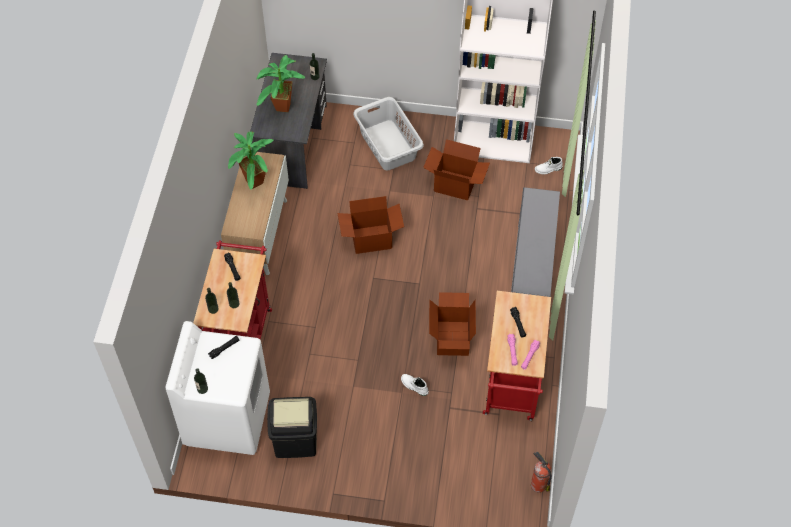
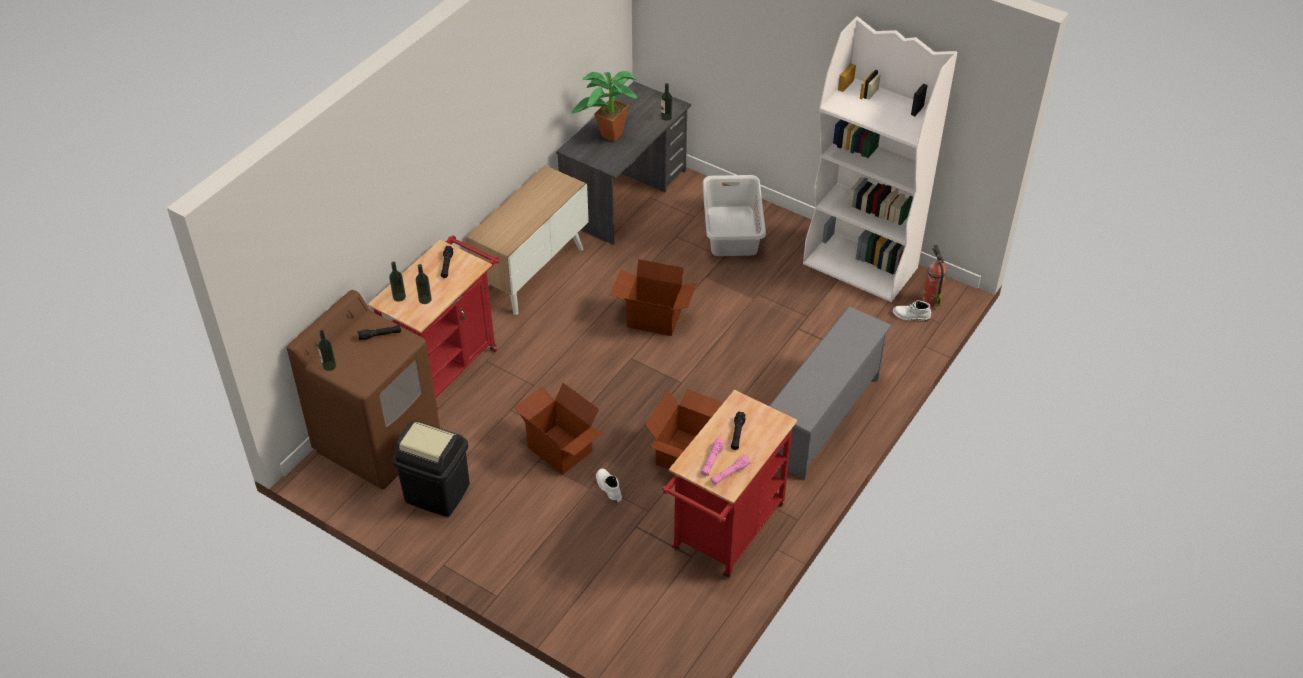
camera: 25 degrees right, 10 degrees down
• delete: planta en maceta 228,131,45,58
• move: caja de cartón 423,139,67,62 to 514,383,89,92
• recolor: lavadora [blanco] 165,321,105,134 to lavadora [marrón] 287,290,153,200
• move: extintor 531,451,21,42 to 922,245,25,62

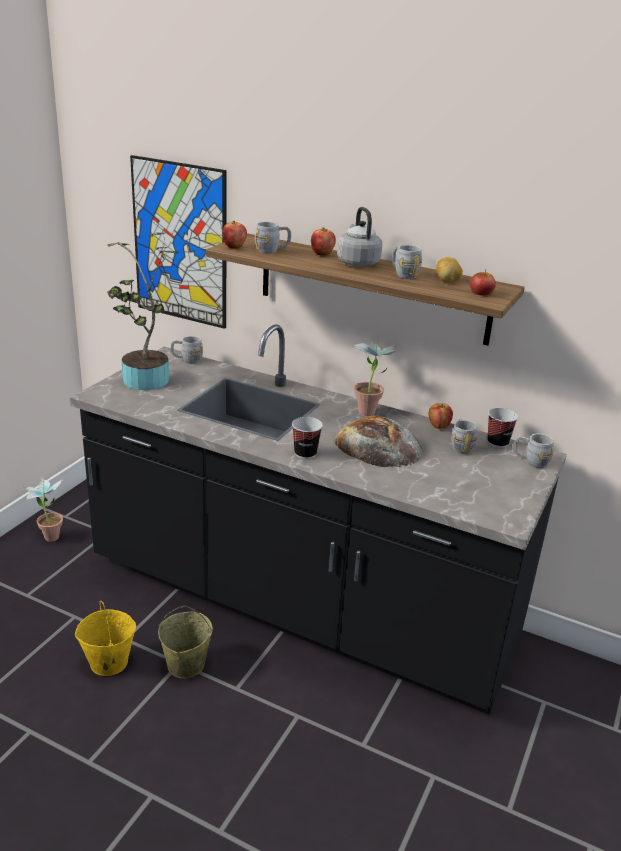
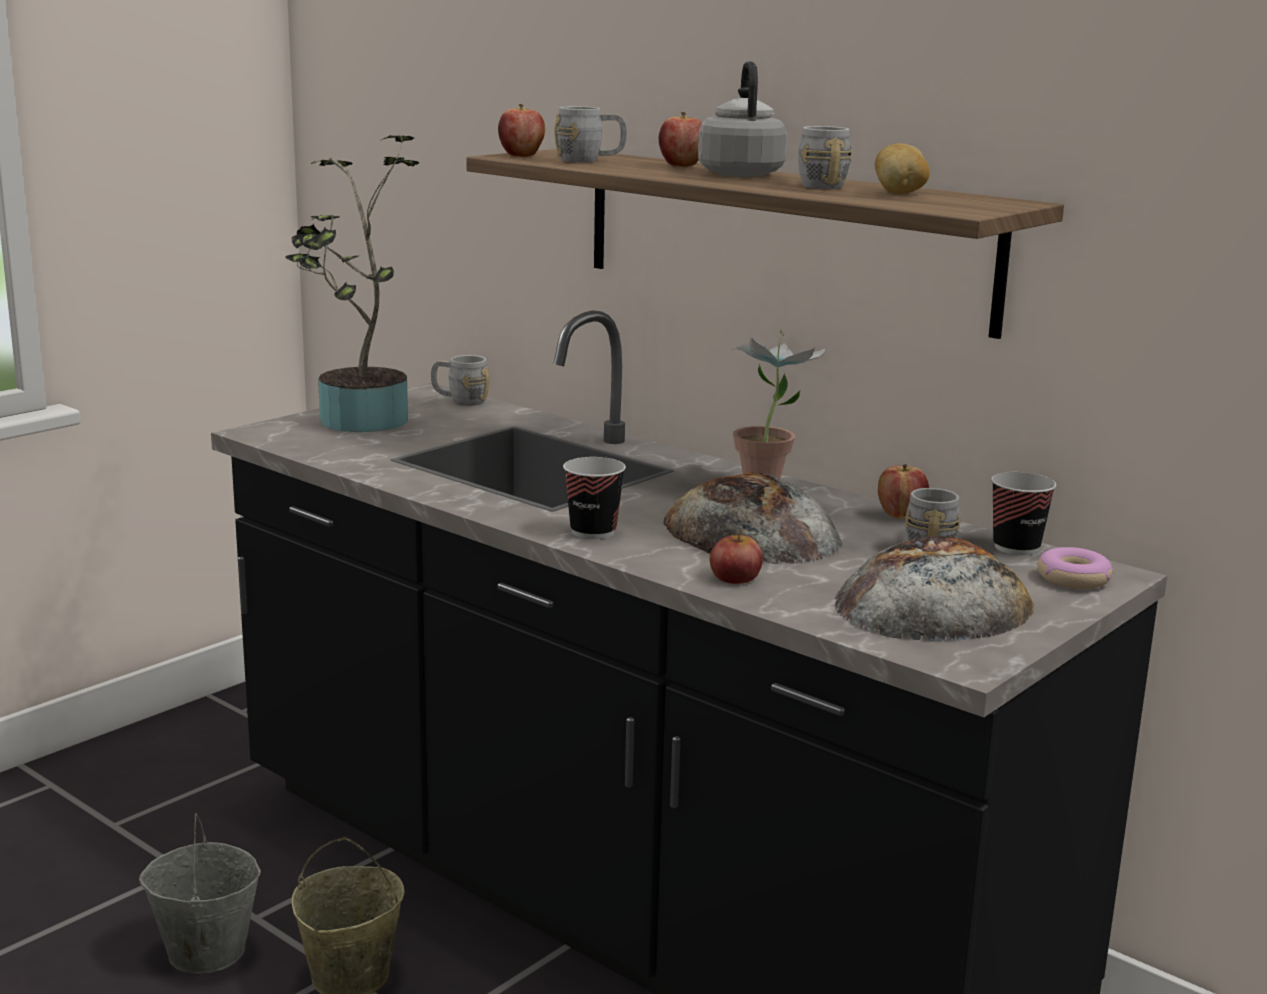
camera: 15 degrees right, 10 degrees down
• delete: cuadro 130,155,97,174
• move: manzana 470,269,26,27 to 710,530,53,54
• replace: taza grande [gris] 513,434,41,34 to rosquilla 1037,547,76,42
• delete: planta en maceta 24,478,39,64
• recolor: cubo [amarillo] 75,601,61,75 to cubo [gris] 139,813,122,161
• insert: pan 834,536,200,105

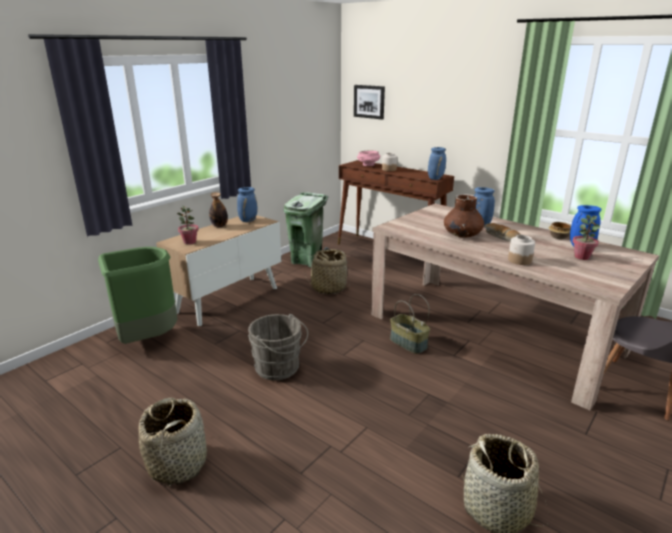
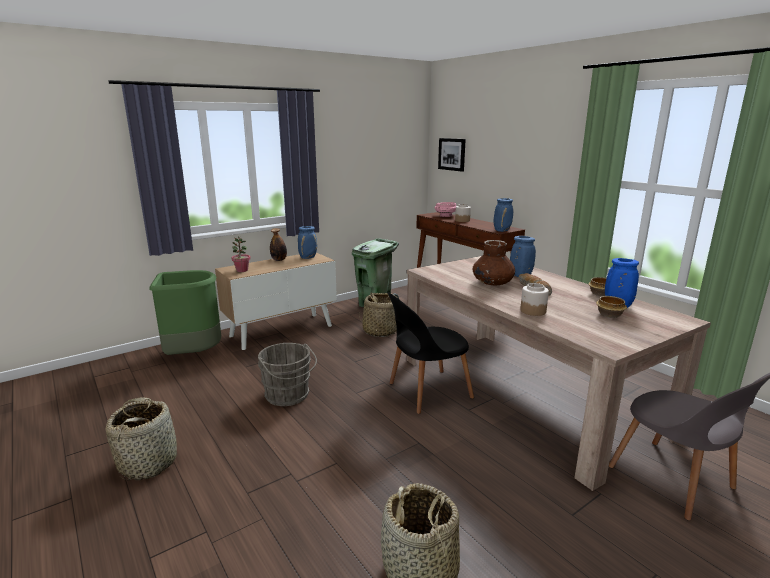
camera: 15 degrees right, 5 degrees down
• replace: planta en maceta 572,215,28,45 to cuenco 596,296,31,22
• replace: cesta 390,294,40,60 to silla [negro] 387,292,87,122

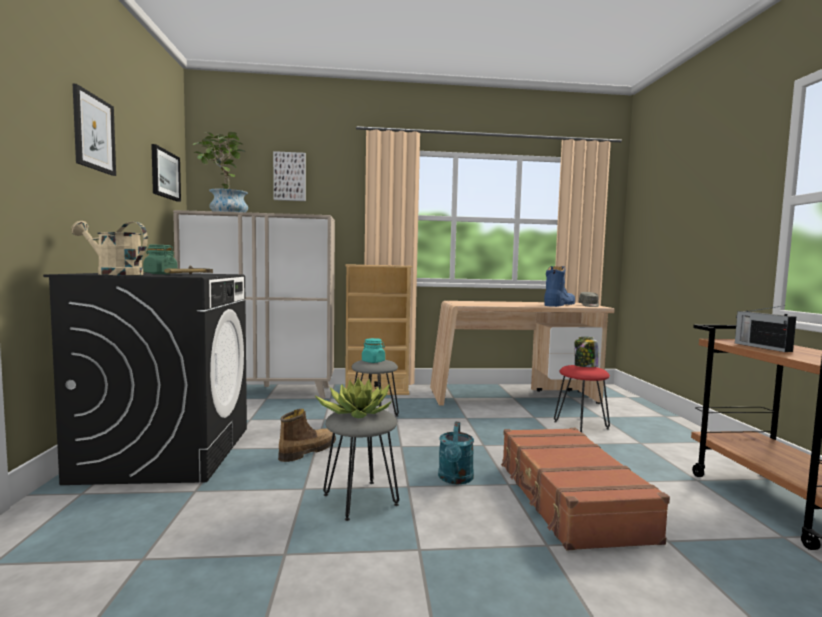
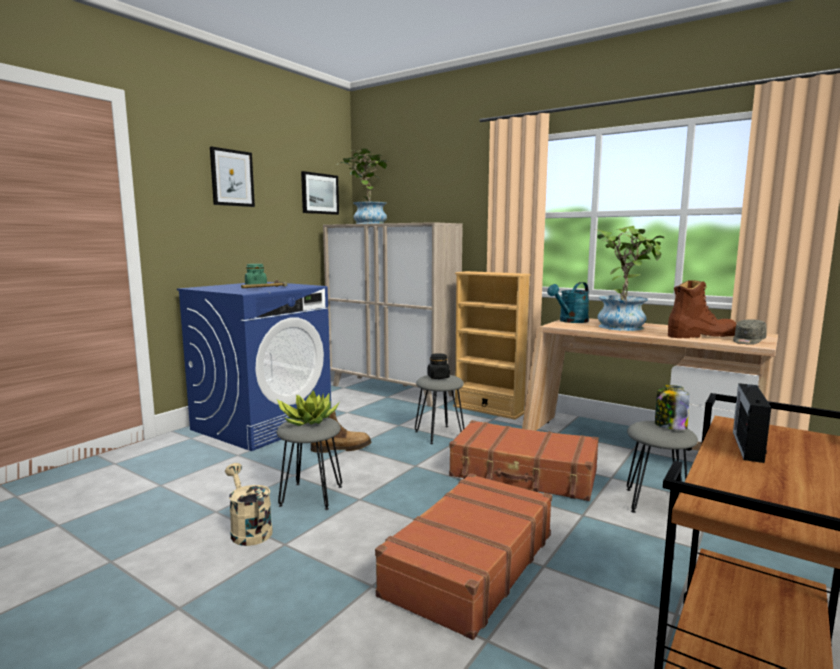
camera: 40 degrees right, 5 degrees up
• delete: cuadro 273,151,33,50
• move: regadera [beis] 71,221,77,54 to 225,463,48,83
• recolor: bota [azul] 544,266,31,41 to bota [marrón] 668,280,68,58
• recolor: lavadora [negro] 43,272,204,213 to lavadora [azul] 177,282,154,169
• recolor: tarro [turquesa] 362,338,23,25 to tarro [negro] 427,353,23,26
• recolor: taburete [rojo] 554,365,56,68 to taburete [gris] 626,421,72,92
• move: regadera [turquesa] 438,422,36,62 to 547,282,42,41
• insert: planta en maceta 597,226,68,105
• insert: maleta [marrón] 449,420,150,81

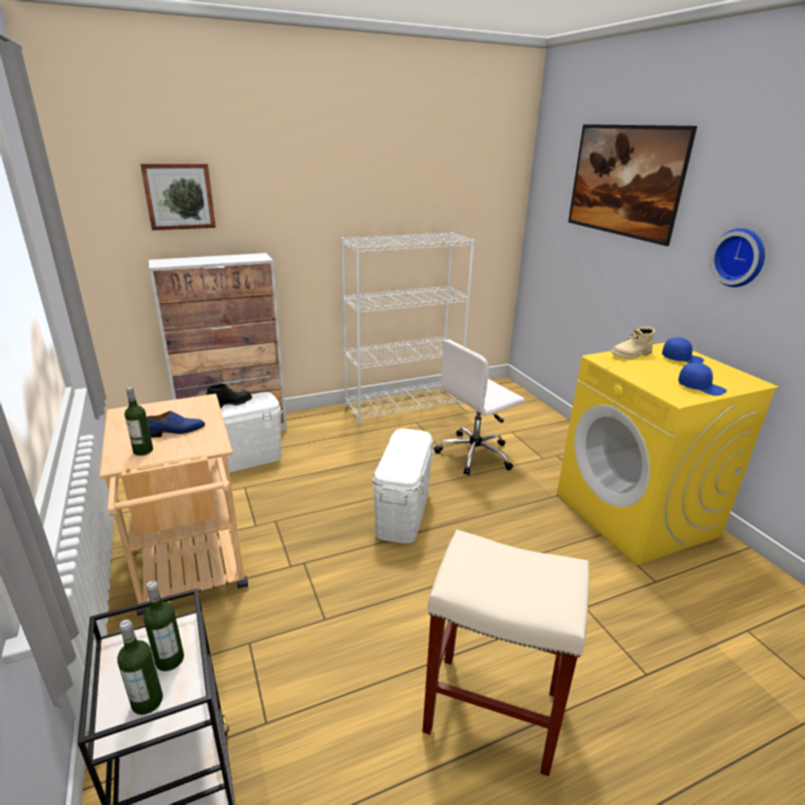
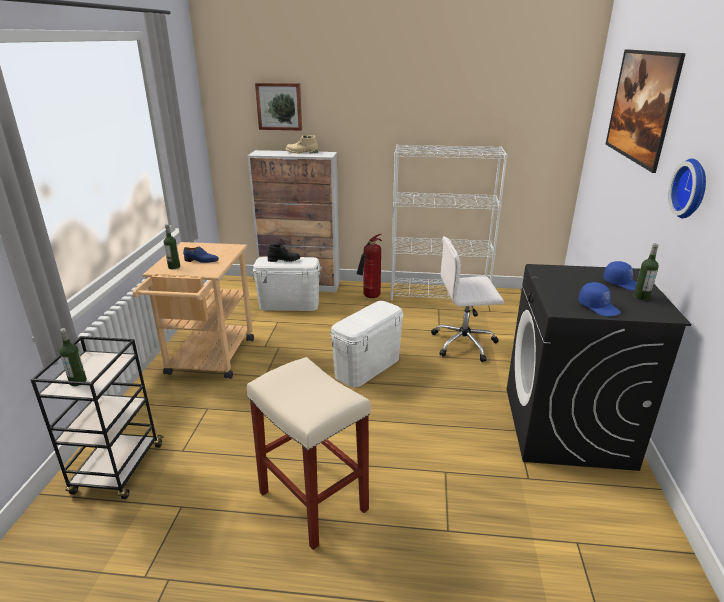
camera: 30 degrees right, 0 degrees up
• move: bota [beis] 611,327,44,32 to 286,135,32,19
• recolor: lavadora [amarillo] 557,342,222,223 to lavadora [negro] 507,264,184,207
• move: botella 144,581,40,90 to 634,244,25,56
• insert: extintor 356,234,26,64

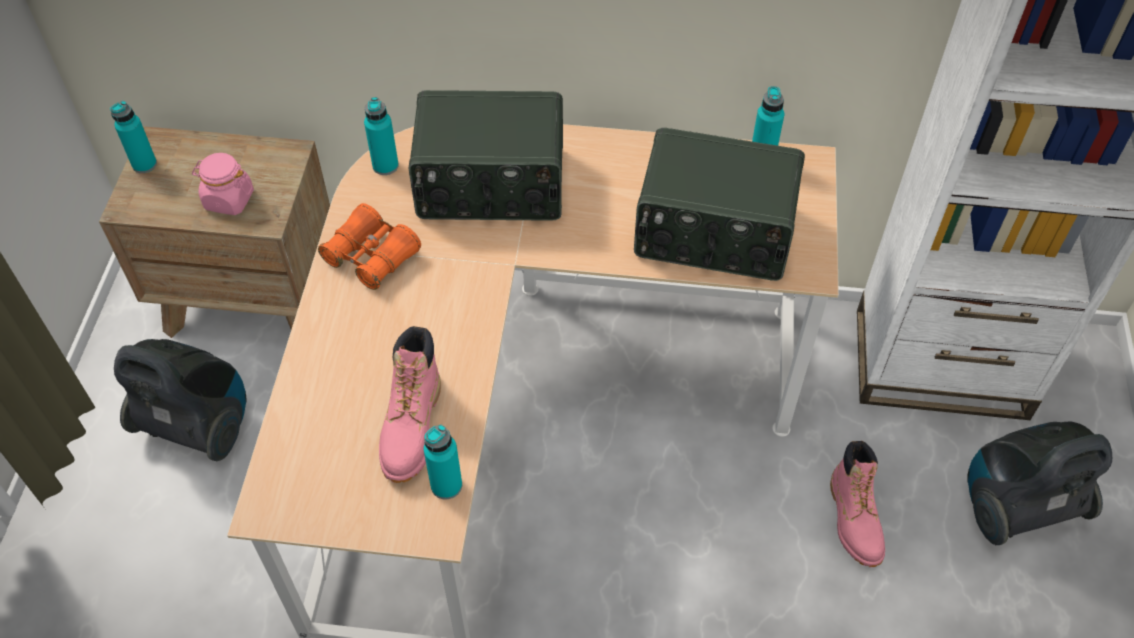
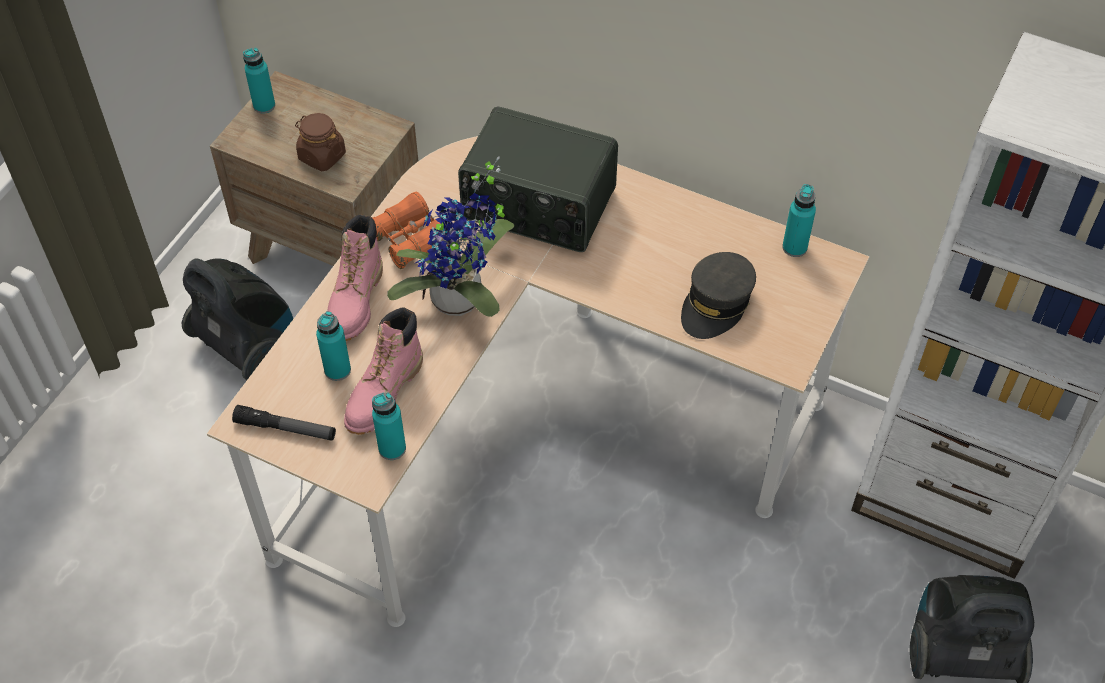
camera: 20 degrees right, 0 degrees up
• move: botella [turquesa] 364,97,35,78 to 316,311,35,70
• replace: radio 634,128,171,153 to gorra [gris] 681,252,75,87
• recolor: tarro [rosa] 192,153,62,62 to tarro [marrón] 295,113,51,58
• move: bota [rosa] 830,441,55,126 to 328,214,55,127
• insert: planta en maceta 387,156,128,161
• insert: linterna 232,405,104,36

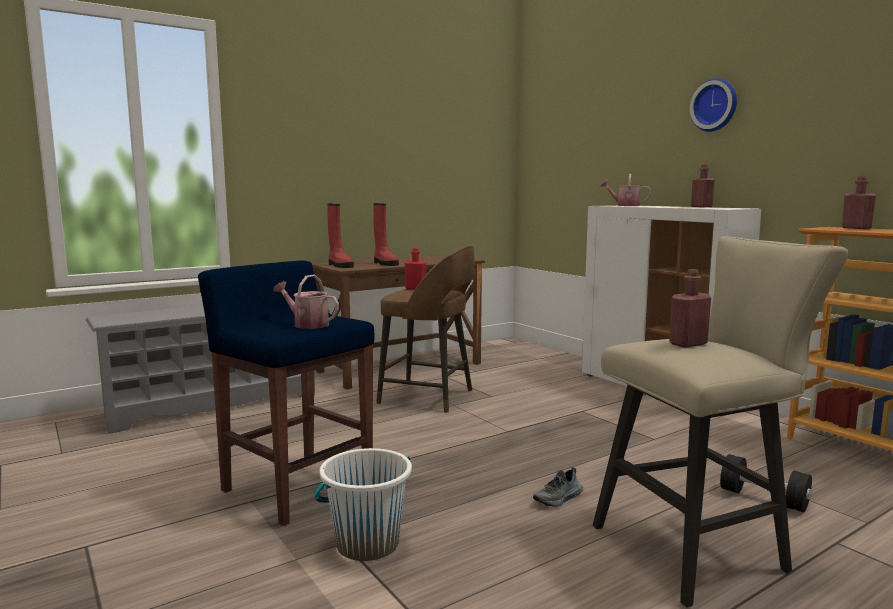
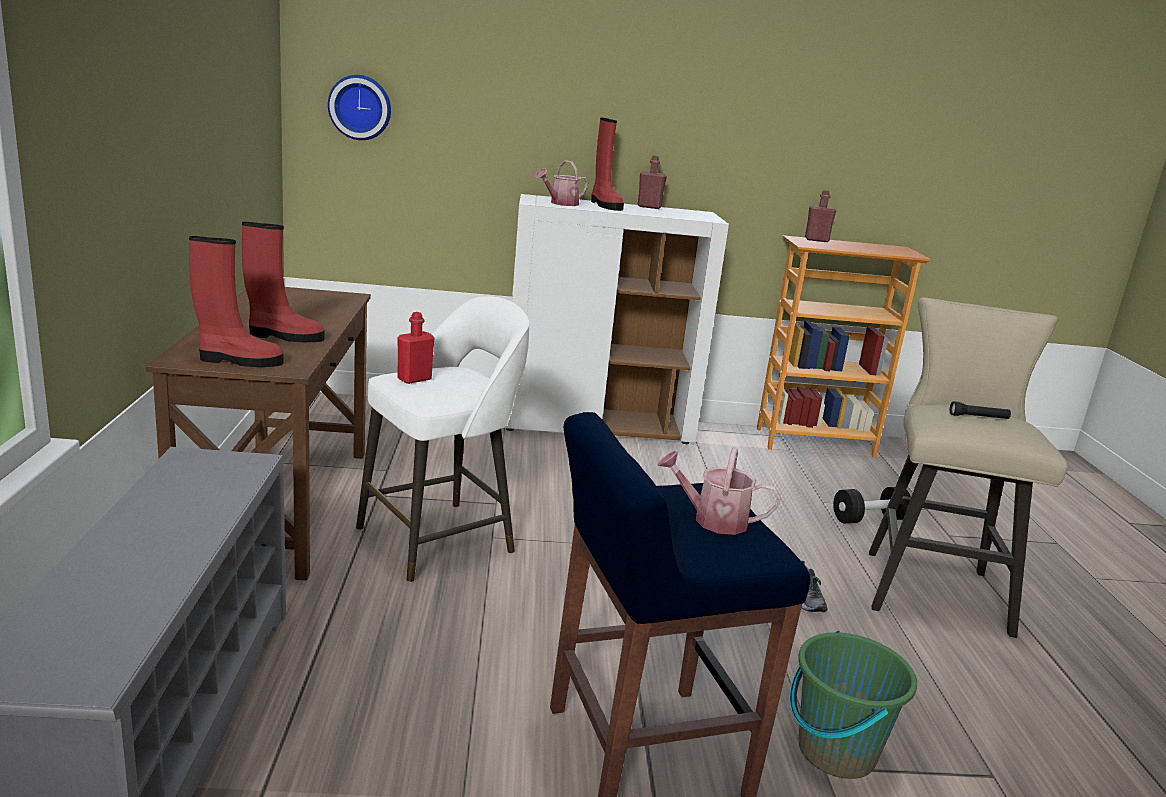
camera: 60 degrees left, 10 degrees up
• move: reloj de pared 690,78,47,54 to 328,75,63,65
• recolor: taburete [marrón] 376,245,99,168 to taburete [blanco] 356,296,173,286
• replace: botella [rojo] 669,269,42,79 to linterna [negro] 950,401,61,18
• rotate: regadera 273,275,66,54 = 657,447,124,88 45 degrees clockwise
• recolor: cubo [blanco] 314,448,98,113 to cubo [verde] 790,630,127,149
• insert: bota [rojo] 591,118,33,93

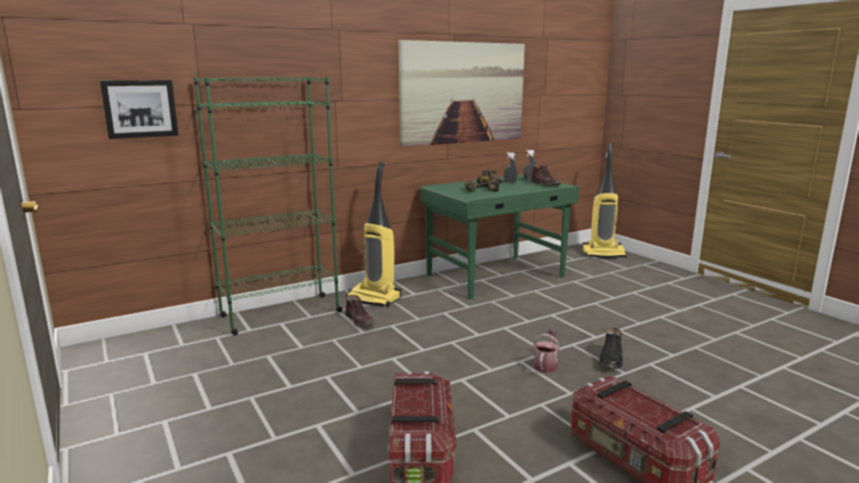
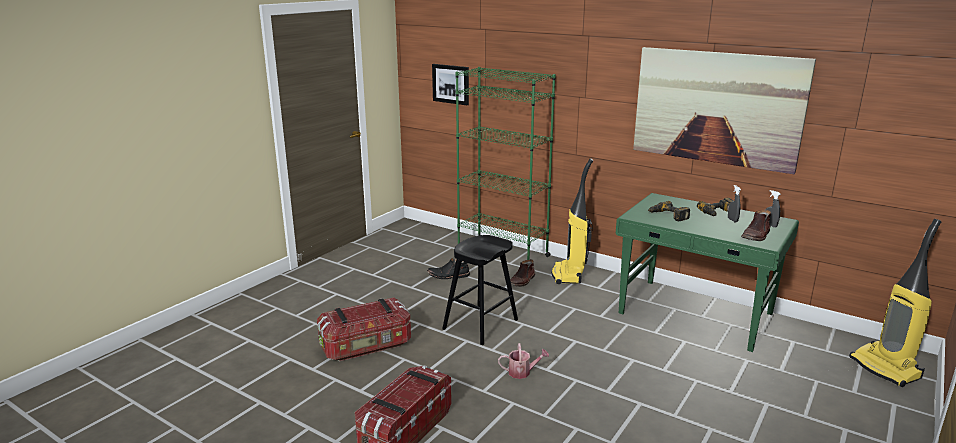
camera: 65 degrees right, 5 degrees up
• move: bota [negro] 598,328,25,41 to 427,258,43,21
• insert: taburete [negro] 442,235,76,110

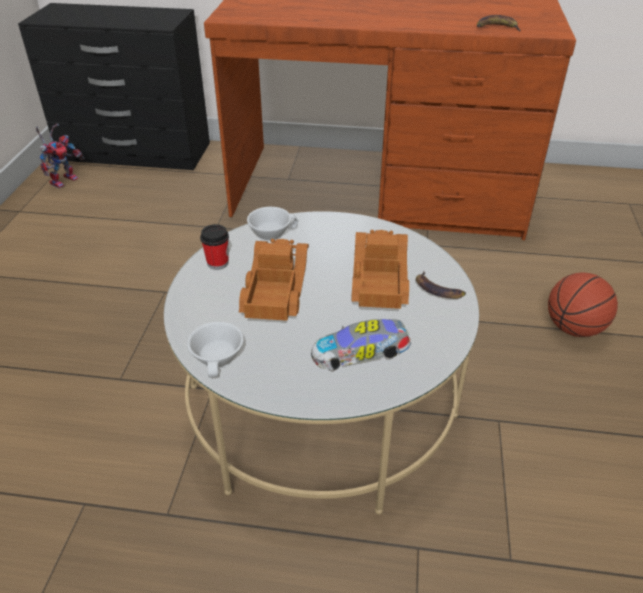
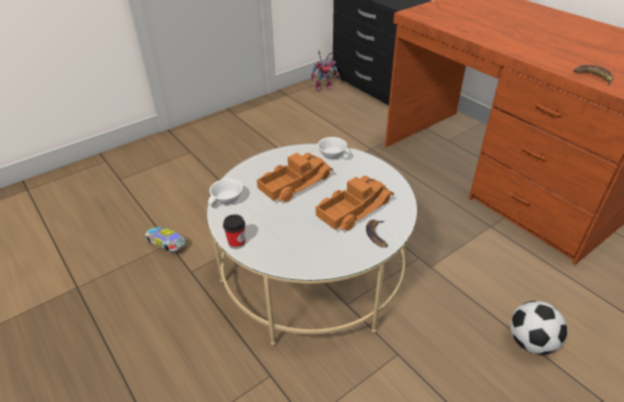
camera: 45 degrees right, 0 degrees up
• move: taza 200,224,29,46 to 223,214,22,35
• replace: balón de baloncesto 548,272,70,65 to balón de fútbol 510,301,57,54
• move: coche de juguete 311,319,100,51 to 145,227,41,24

